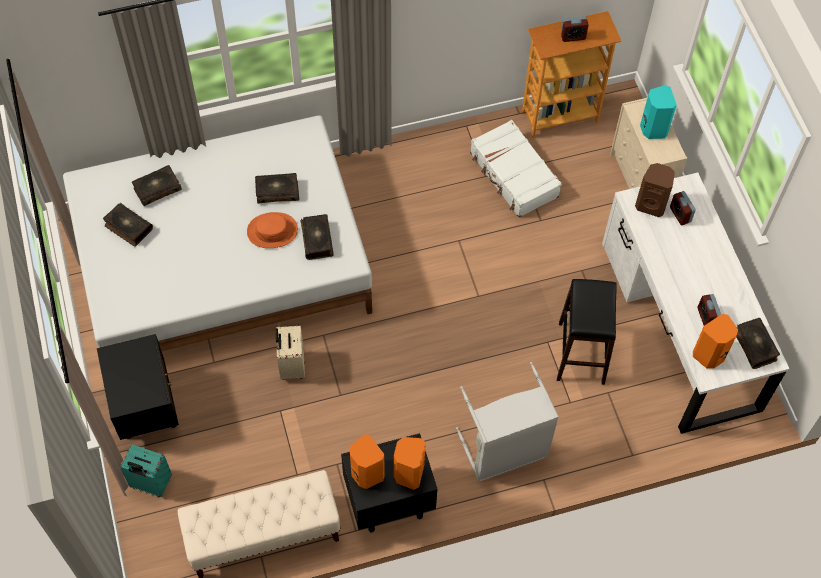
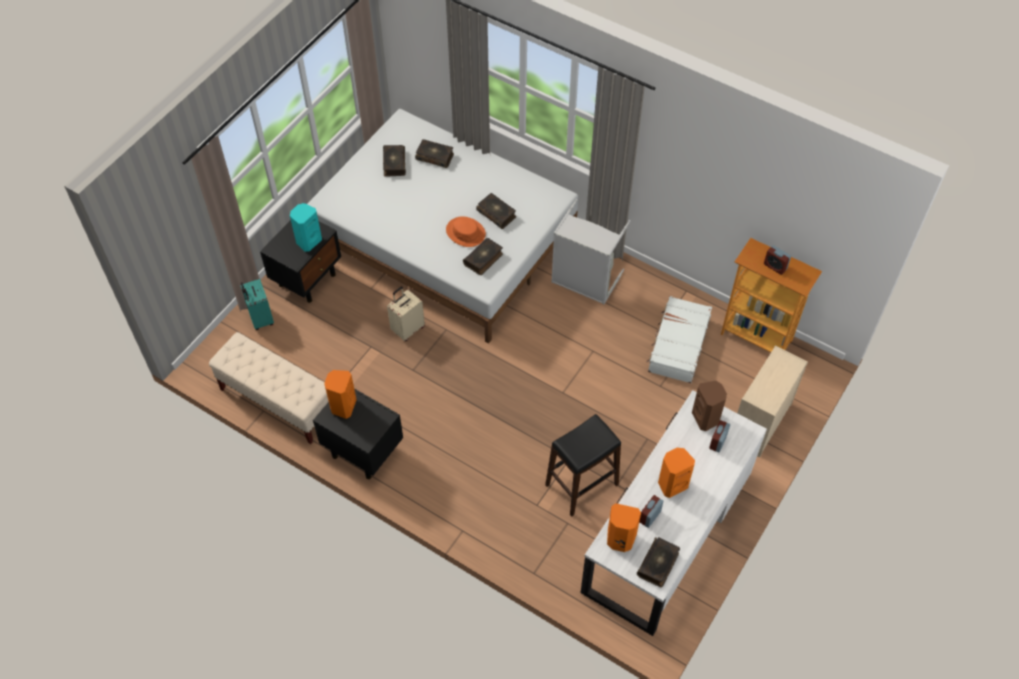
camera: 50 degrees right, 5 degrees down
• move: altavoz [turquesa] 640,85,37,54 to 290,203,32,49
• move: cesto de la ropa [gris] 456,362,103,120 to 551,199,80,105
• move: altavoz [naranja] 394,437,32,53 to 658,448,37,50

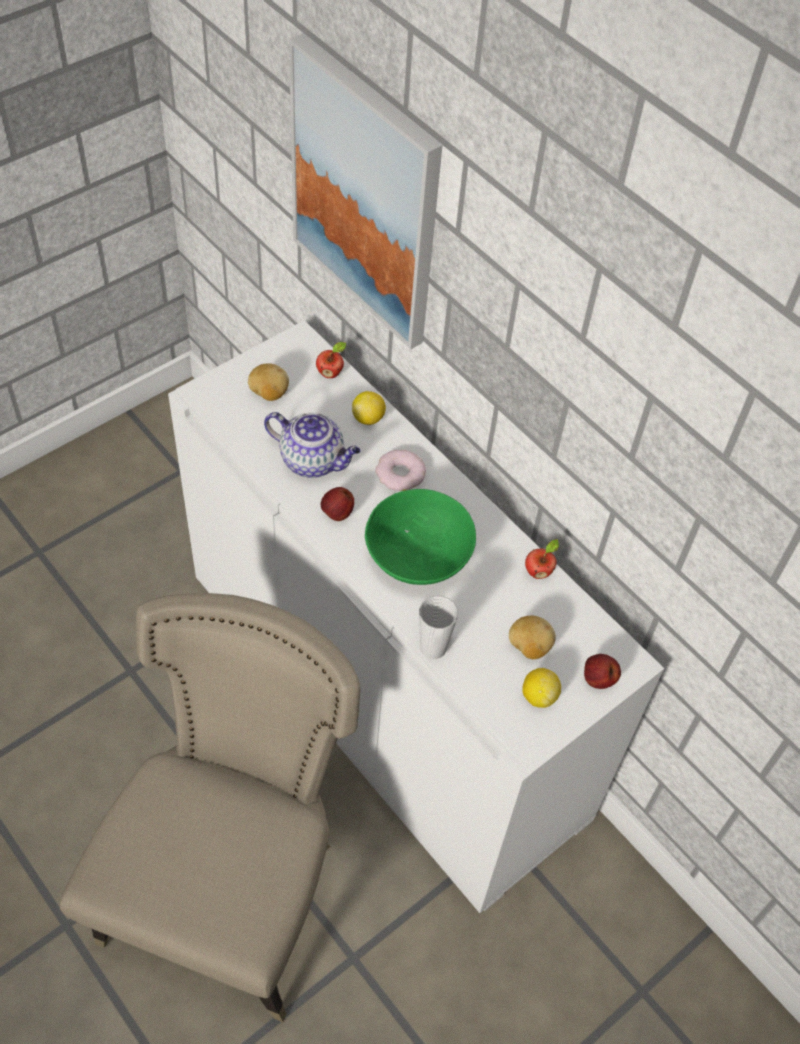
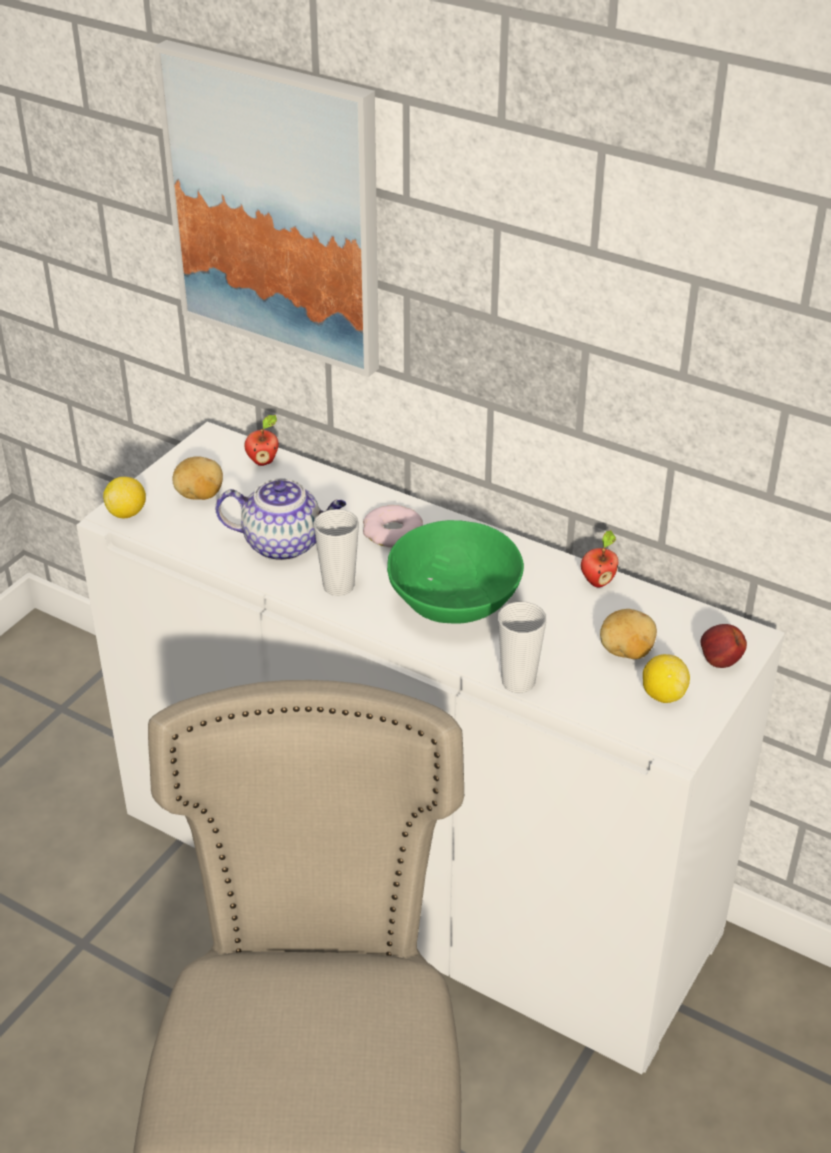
camera: 15 degrees left, 15 degrees down
• move: limón 352,391,34,34 to 103,477,43,41
• replace: manzana 321,487,33,34 to taza 313,509,46,87

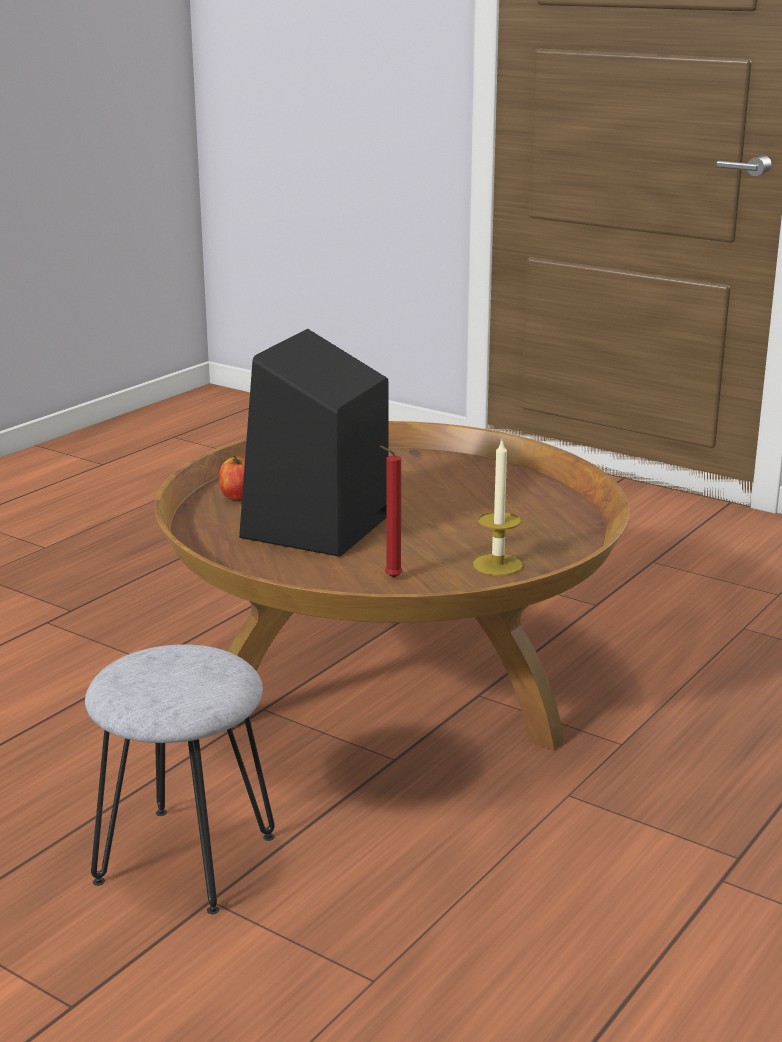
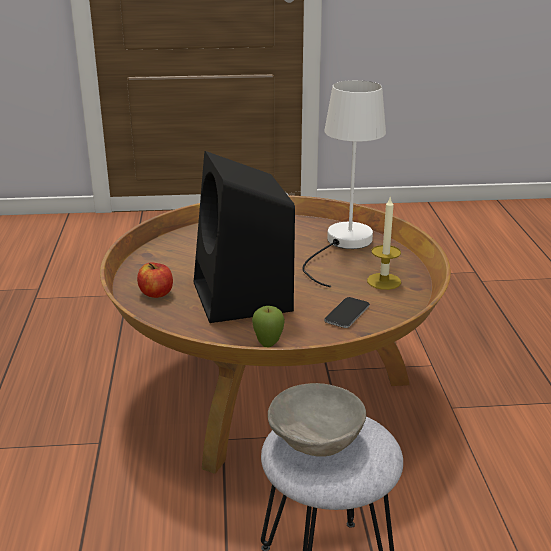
camera: 40 degrees left, 5 degrees up
• replace: vela [rojo] 380,446,23,132 to móvil 324,297,46,31
• insert: lámpara de mesa [blanco] 302,80,84,207
• insert: manzana 252,306,33,41
• insert: cuenco [gris] 268,383,98,74

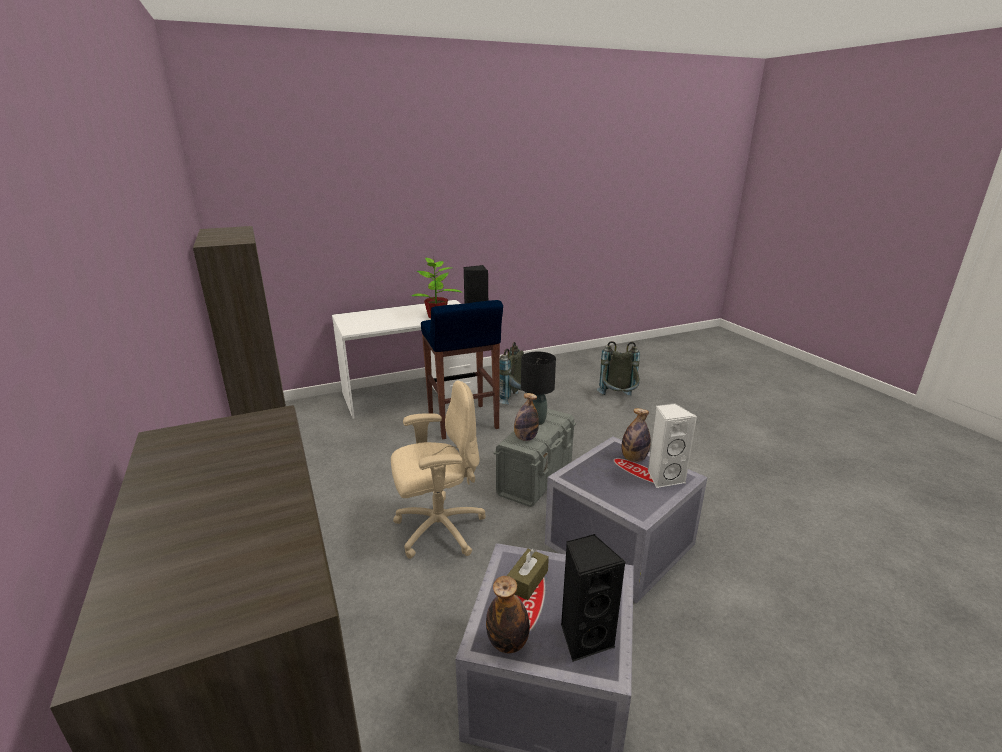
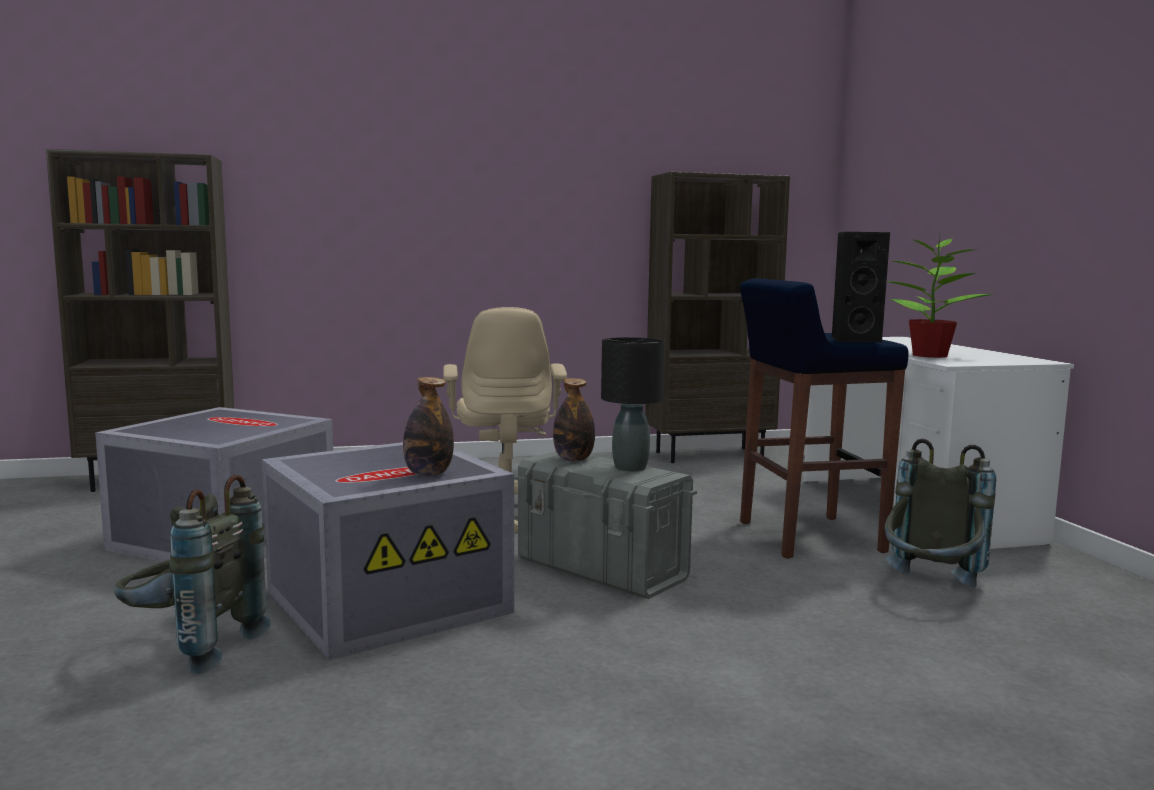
camera: 100 degrees right, 15 degrees down
• move: mochila [gris] 597,341,43,55 to 114,475,157,199
• delete: altavoz [blanco] 648,403,49,85
• delete: altavoz [negro] 561,534,64,128
• delete: caja de pañuelos [marrón] 507,548,42,52
• delete: botella 486,576,44,77

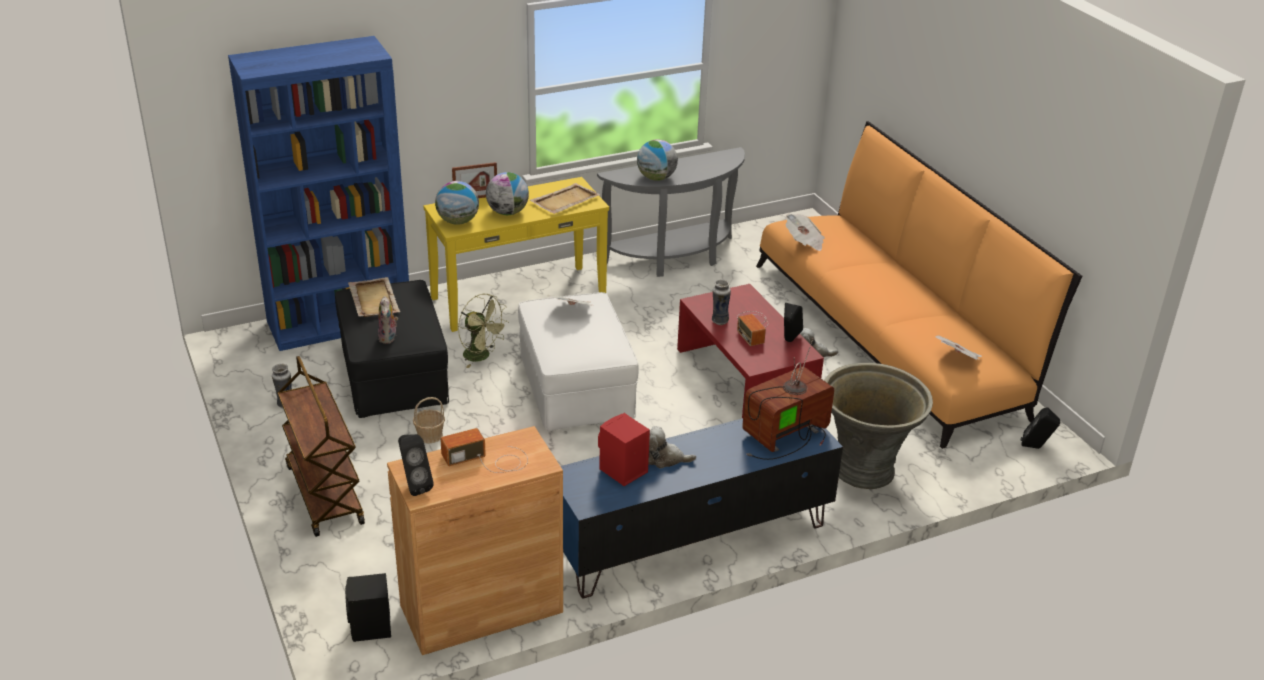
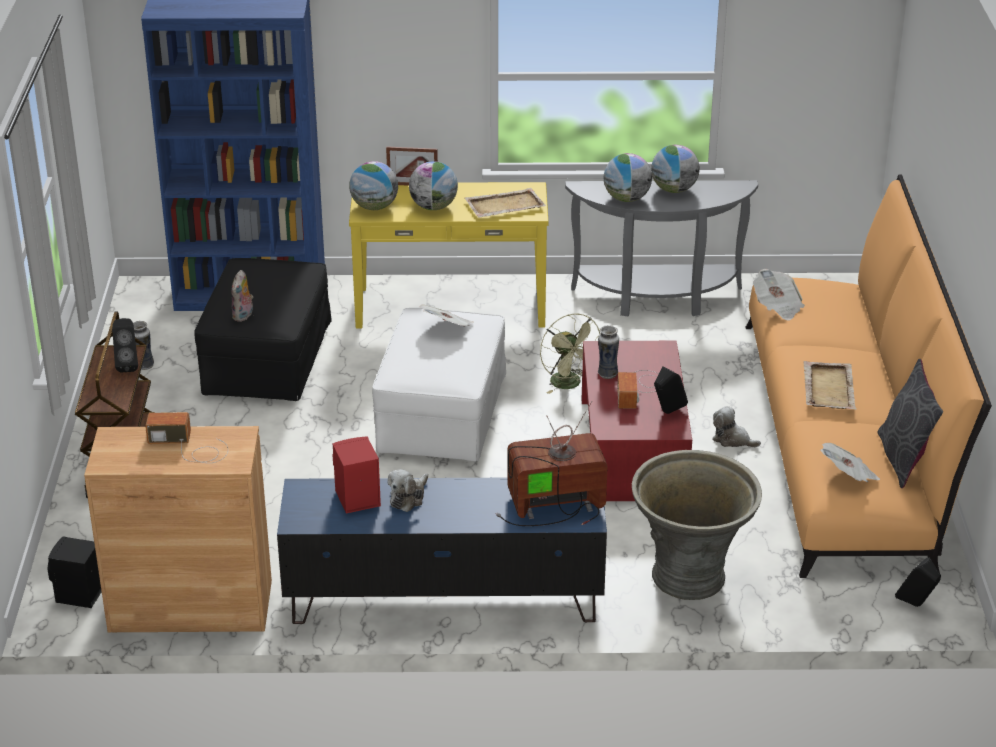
camera: 25 degrees right, 0 degrees up
• move: bandeja [beis] 348,277,53,40 to 804,361,52,49
• move: ventilador [verde] 458,294,51,74 to 540,314,60,80
• delete: cesta 413,397,32,46
• rotate: peluche 648,426,48,43 = 387,469,41,43 90 degrees counterclockwise
• move: altavoz [negro] 398,434,36,62 to 112,318,26,55
• insert: globo terráqueo 651,145,49,48
• insert: cojín [gris] 877,359,66,129

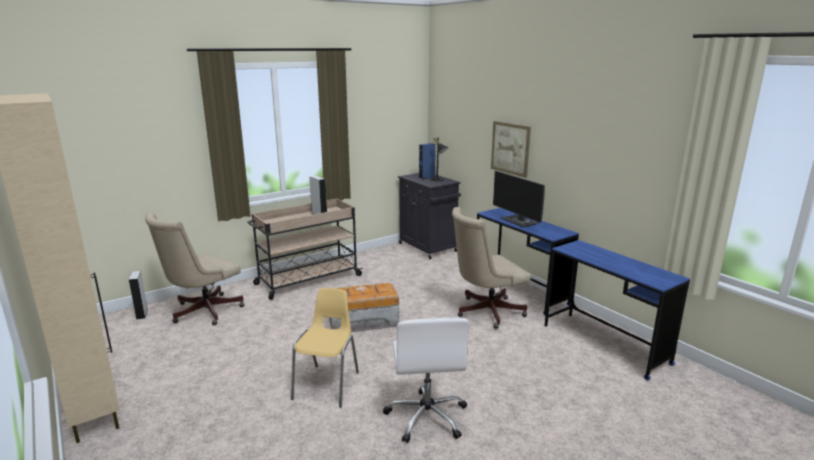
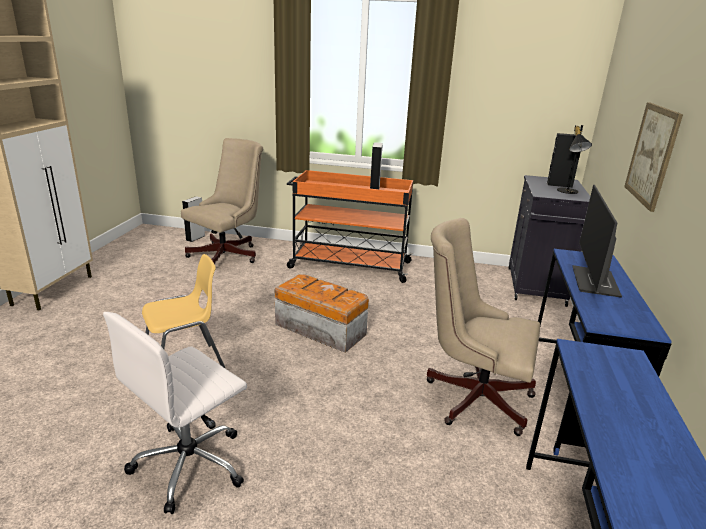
camera: 45 degrees right, 5 degrees up
• recolor: altavoz [azul] 419,143,17,36 to altavoz [negro] 547,133,37,55
• recolor: carrito [beis] 247,199,116,101 to carrito [naranja] 287,170,126,113
• rotate: silla de oficina [beis] 145,212,99,113 = 181,138,82,126 135 degrees clockwise

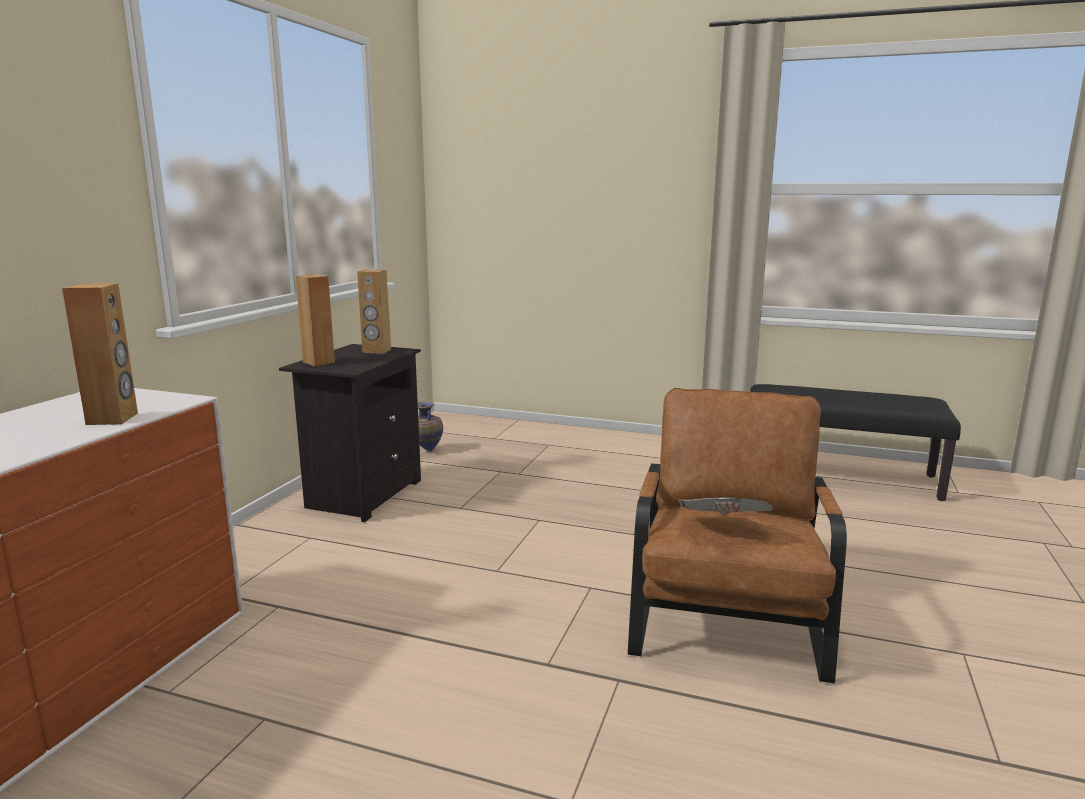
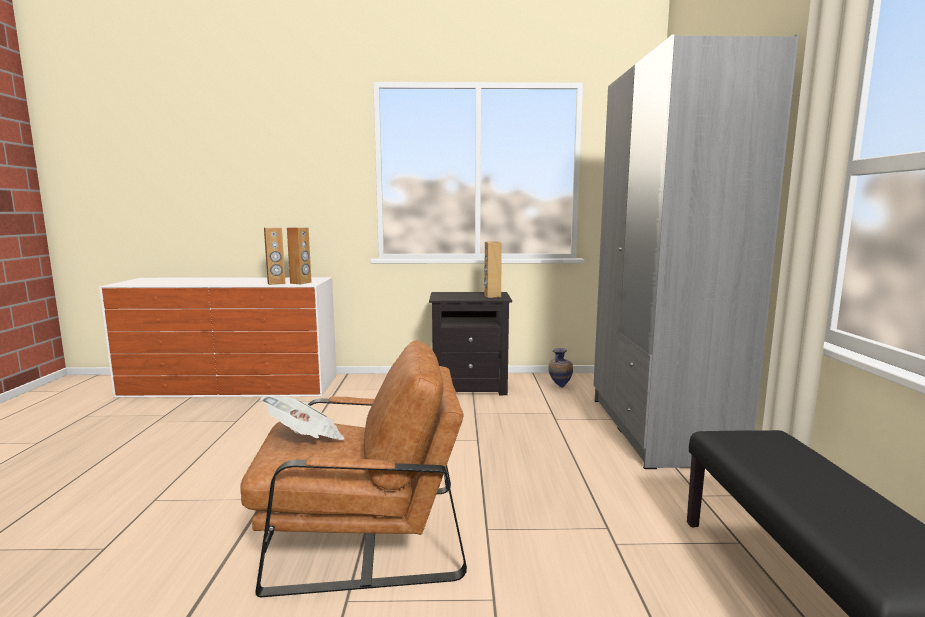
camera: 70 degrees right, 5 degrees down
• move: altavoz [marrón] 296,274,39,92 to 287,227,25,57
• insert: armario ropero [gris] 594,34,205,435

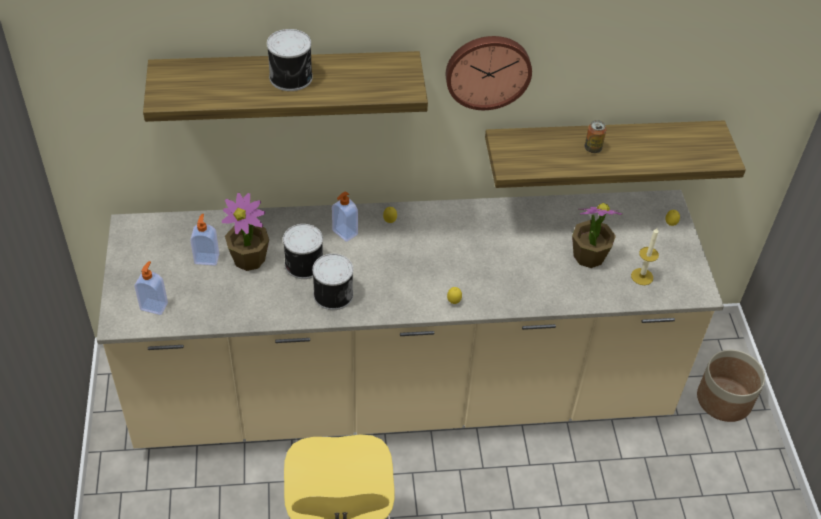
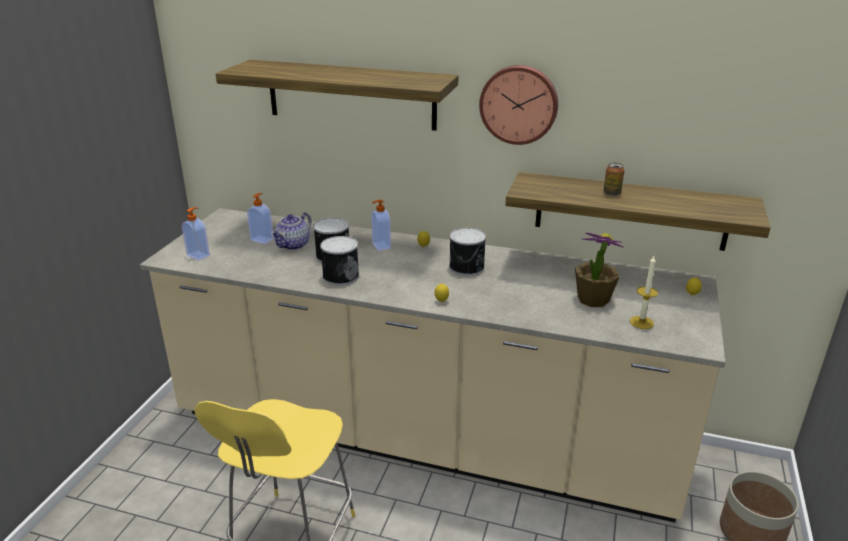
camera: 25 degrees right, 20 degrees down
• move: lata 267,29,46,62 to 449,228,37,48
• replace: planta en maceta 222,193,47,78 to tetera 271,213,40,37

